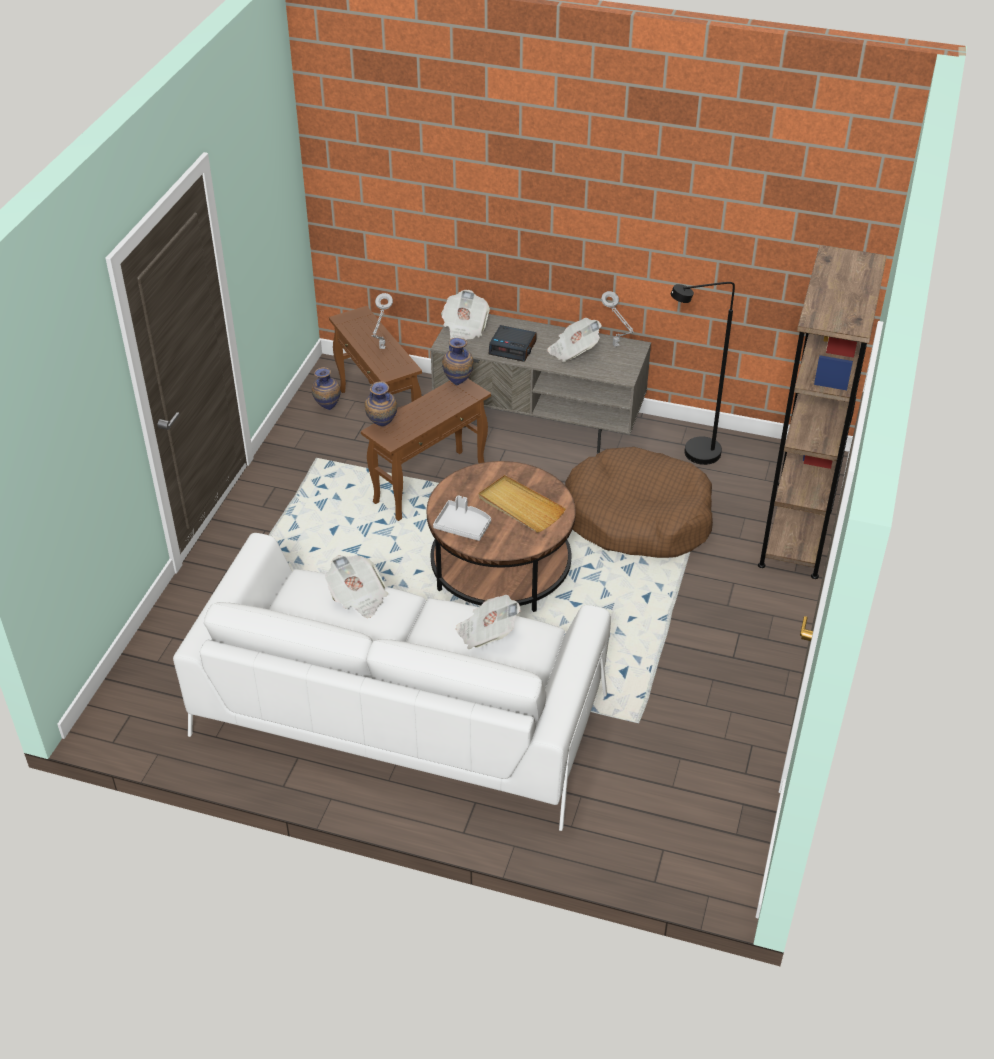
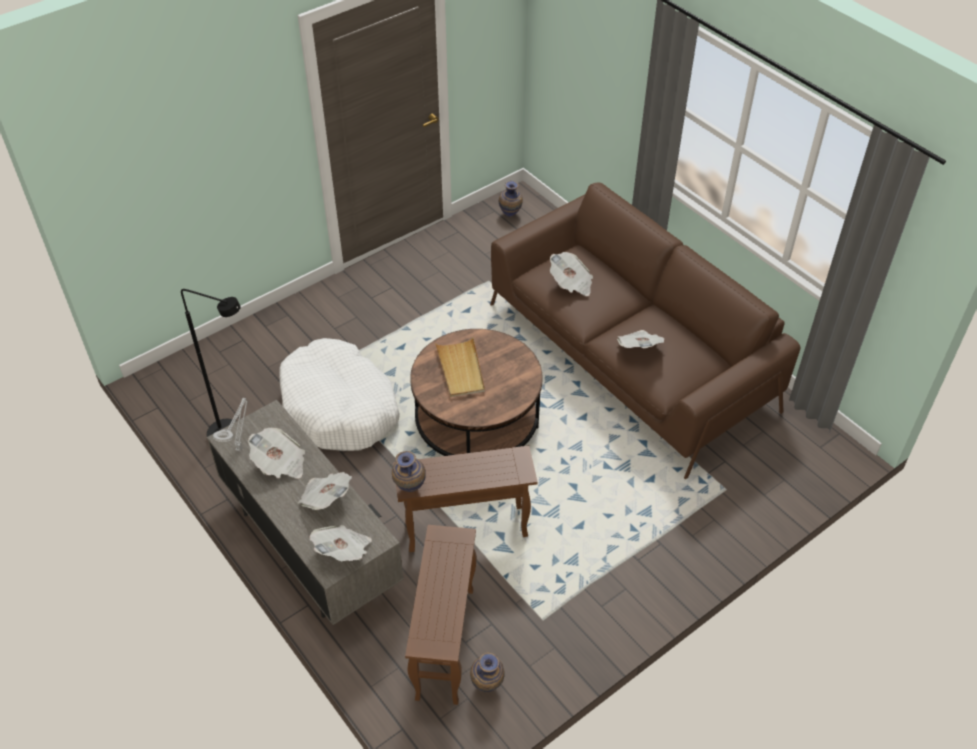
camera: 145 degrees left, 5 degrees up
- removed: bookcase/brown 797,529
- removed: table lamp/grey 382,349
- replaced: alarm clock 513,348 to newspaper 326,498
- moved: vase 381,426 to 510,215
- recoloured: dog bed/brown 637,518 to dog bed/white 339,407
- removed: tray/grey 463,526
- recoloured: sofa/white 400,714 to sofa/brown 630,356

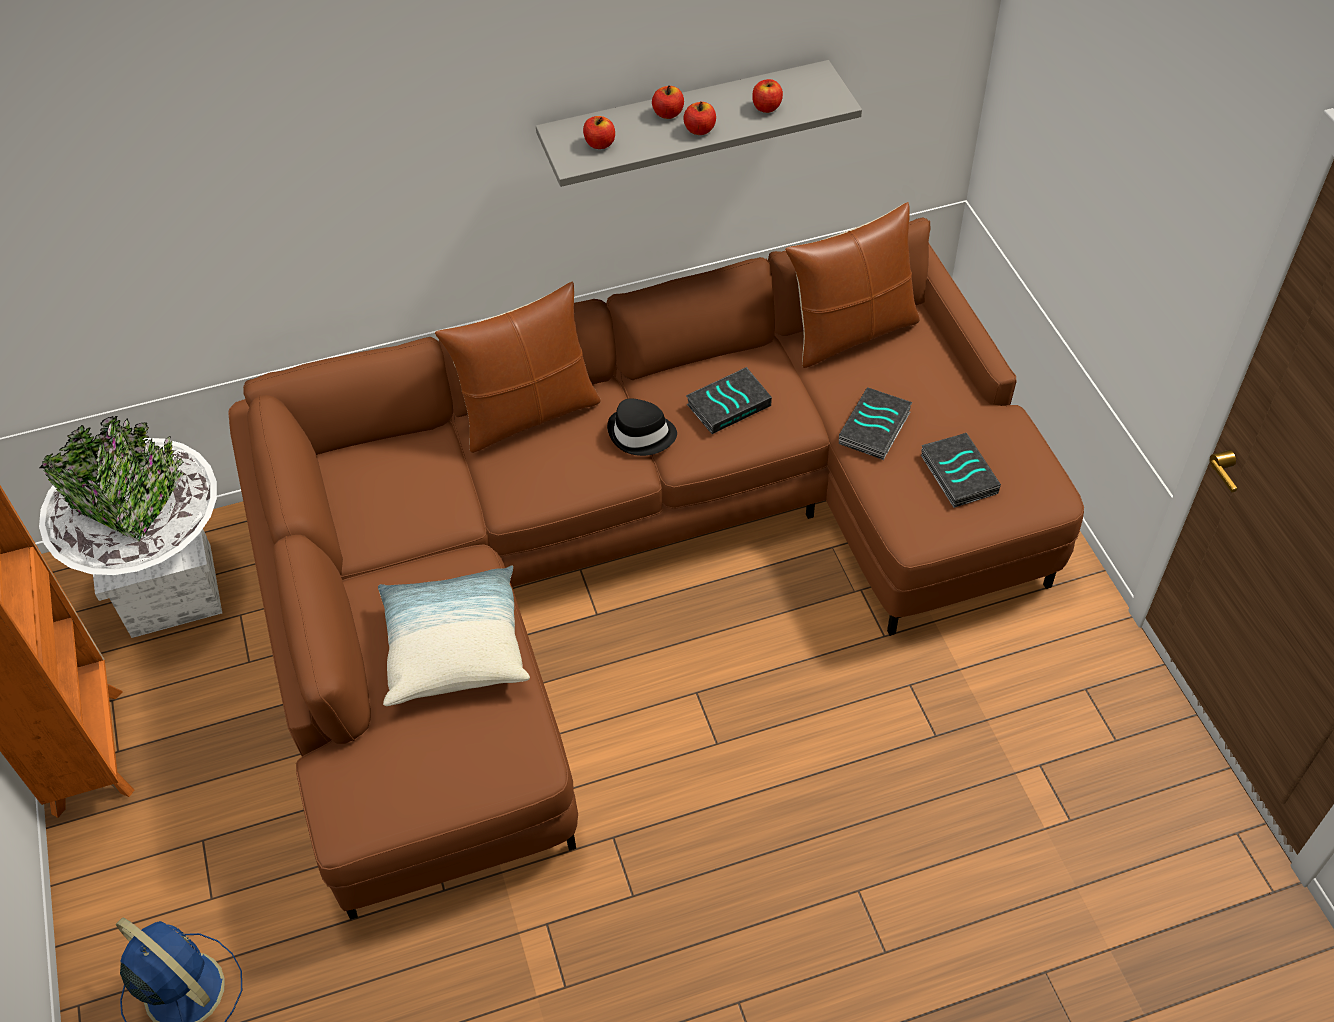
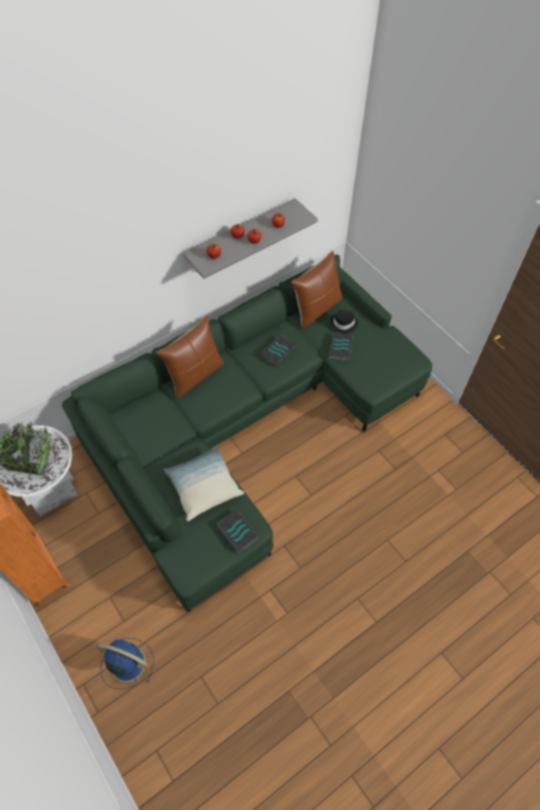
camera: 20 degrees left, 5 degrees up
- recoloured: sofa/brown 628,556 to sofa/green 246,424
- moved: hat/black 641,434 to 344,324
- moved: book 957,474 to 236,532

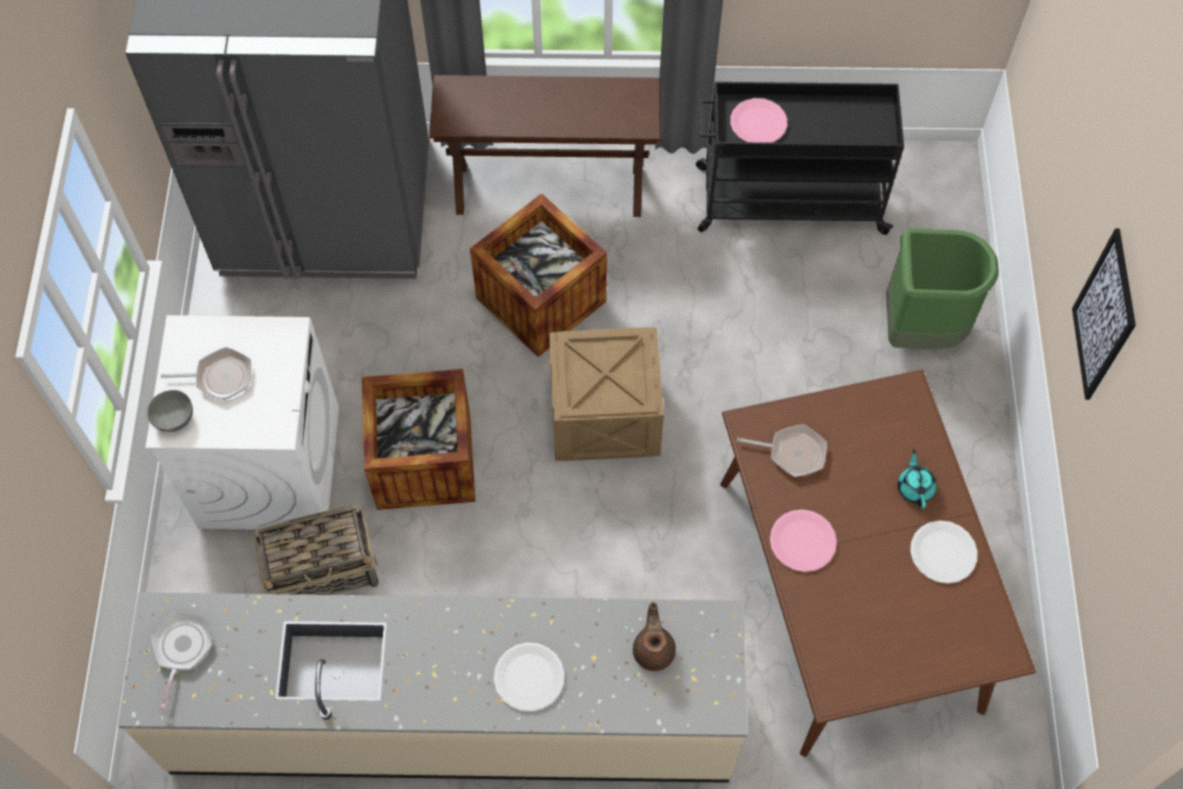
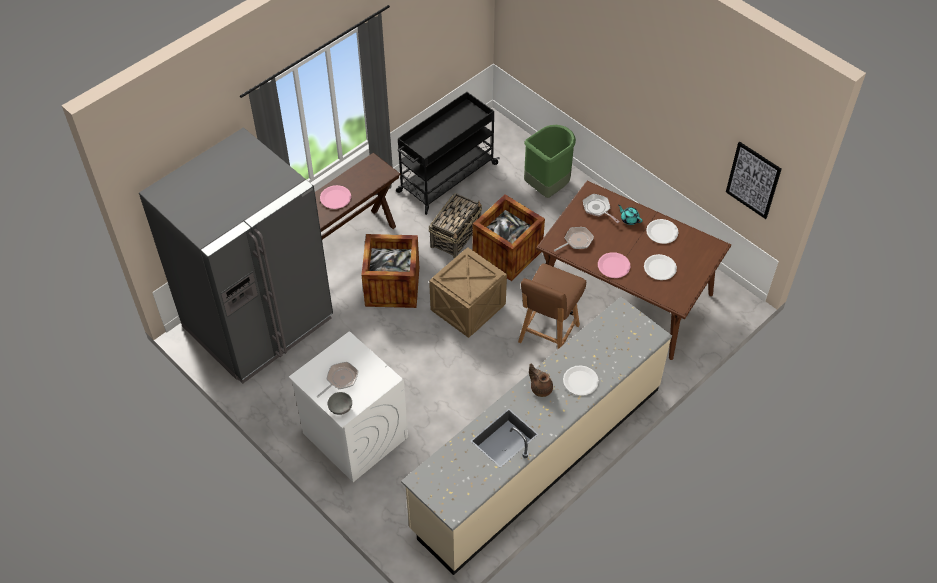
camera: 45 degrees left, 10 degrees down
- moved: plate/pink 758,123 to 335,198
- moved: picture 1104,316 to 753,180
- moved: crate 424,461 to 507,253
- moved: basket 324,570 to 456,235
- moved: teapot/brown 654,649 to 540,388
- moved: frying pan 181,650 to 598,209
- added: plate/white 660,268
- added: chair/brown 548,335

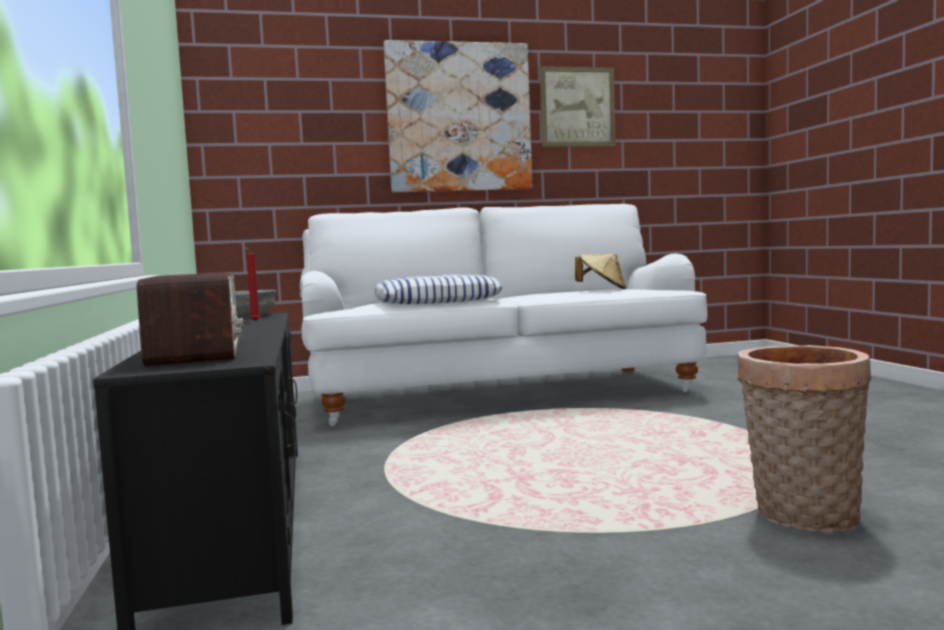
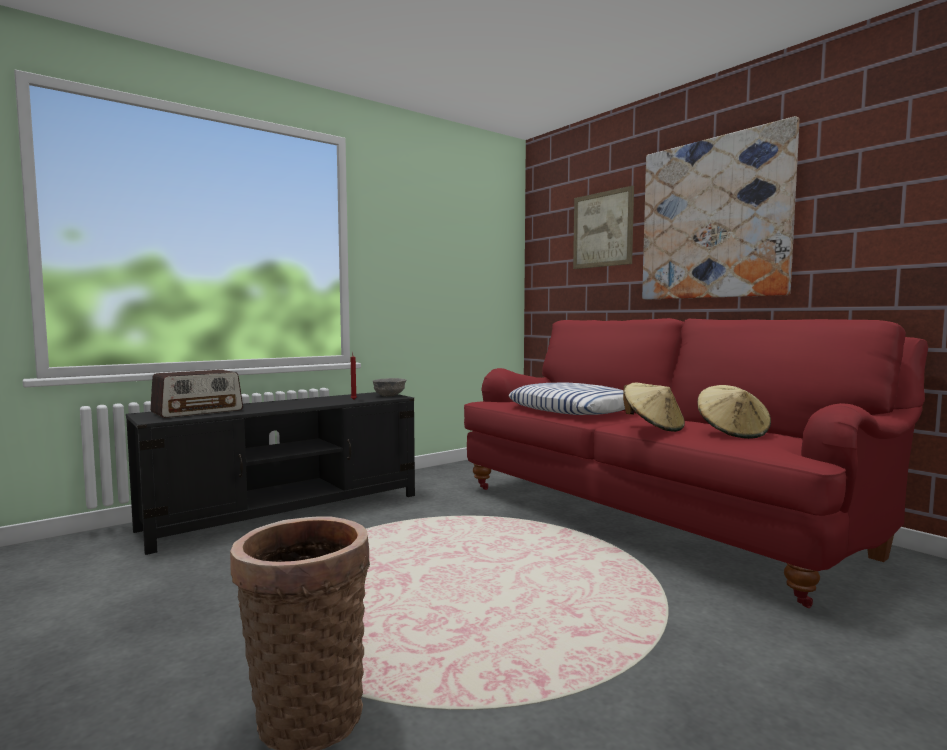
camera: 65 degrees right, 0 degrees up
- moved: picture 577,107 to 602,229
- recoloured: sofa/white 498,393 to sofa/red 653,516
- added: hat/beige 653,427

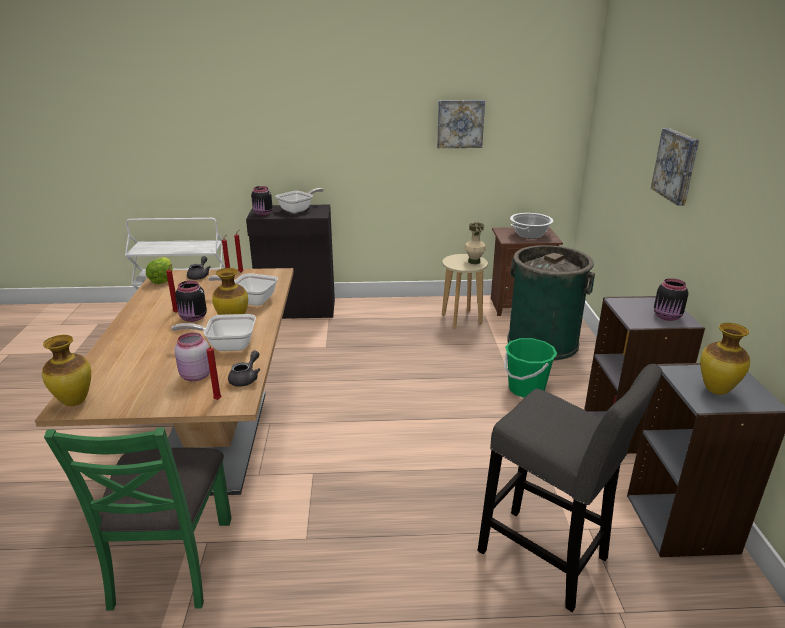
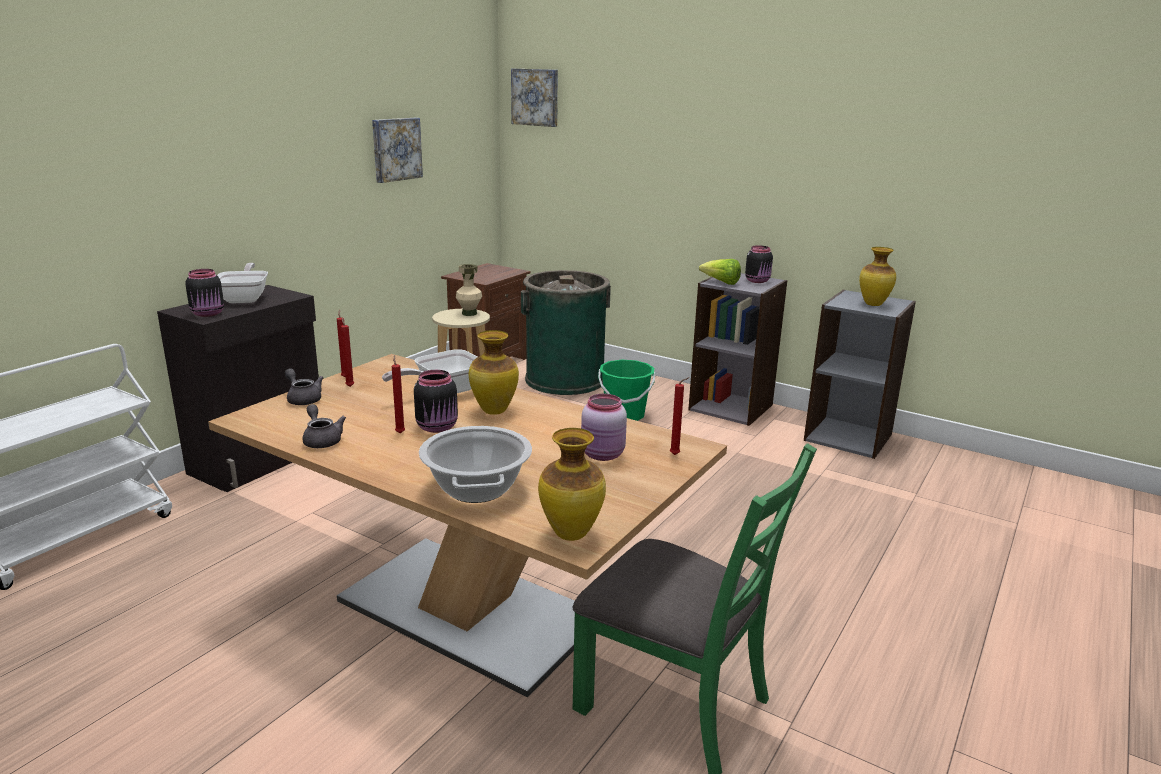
camera: 55 degrees left, 5 degrees down
- moved: picture 677,166 to 536,97
- moved: cooking pot 529,235 to 477,488
- moved: lettuce 162,279 to 721,283
- removed: frying pan 226,345
- moved: teapot/grey 246,378 to 322,440
- removed: stool/grey 548,559

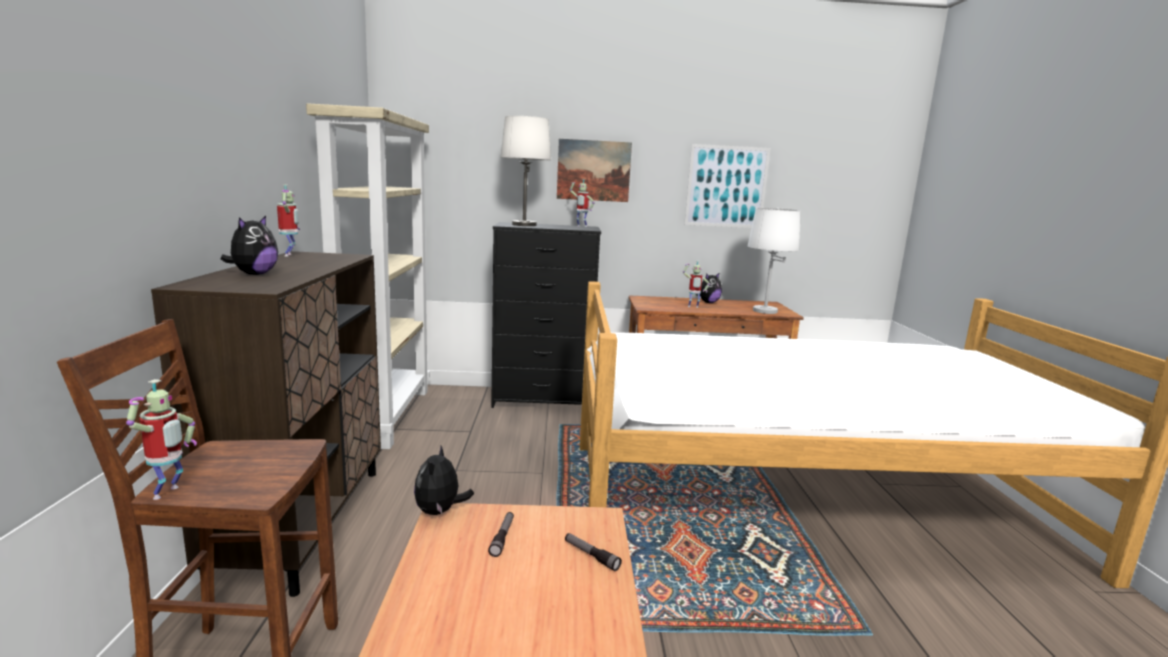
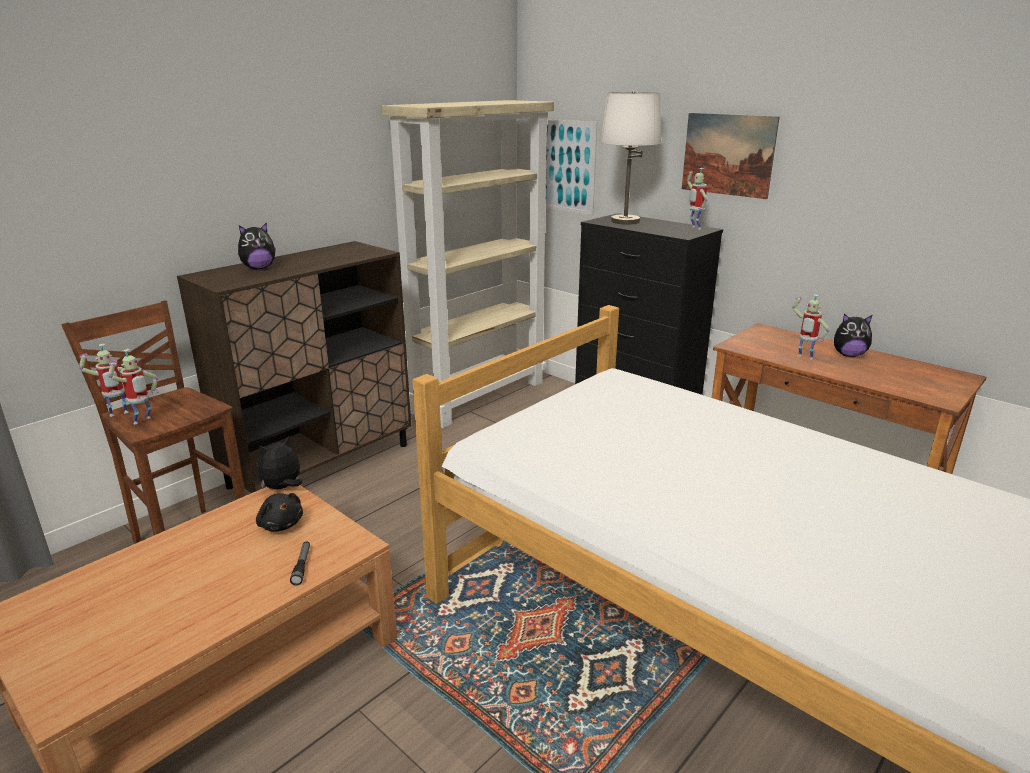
camera: 45 degrees right, 10 degrees up
- moved: picture 726,186 to 560,165
- moved: toy robot 290,255 to 143,421
- removed: table lamp/white 764,311
- replaced: flashlight 502,538 to plush toy/black 281,524

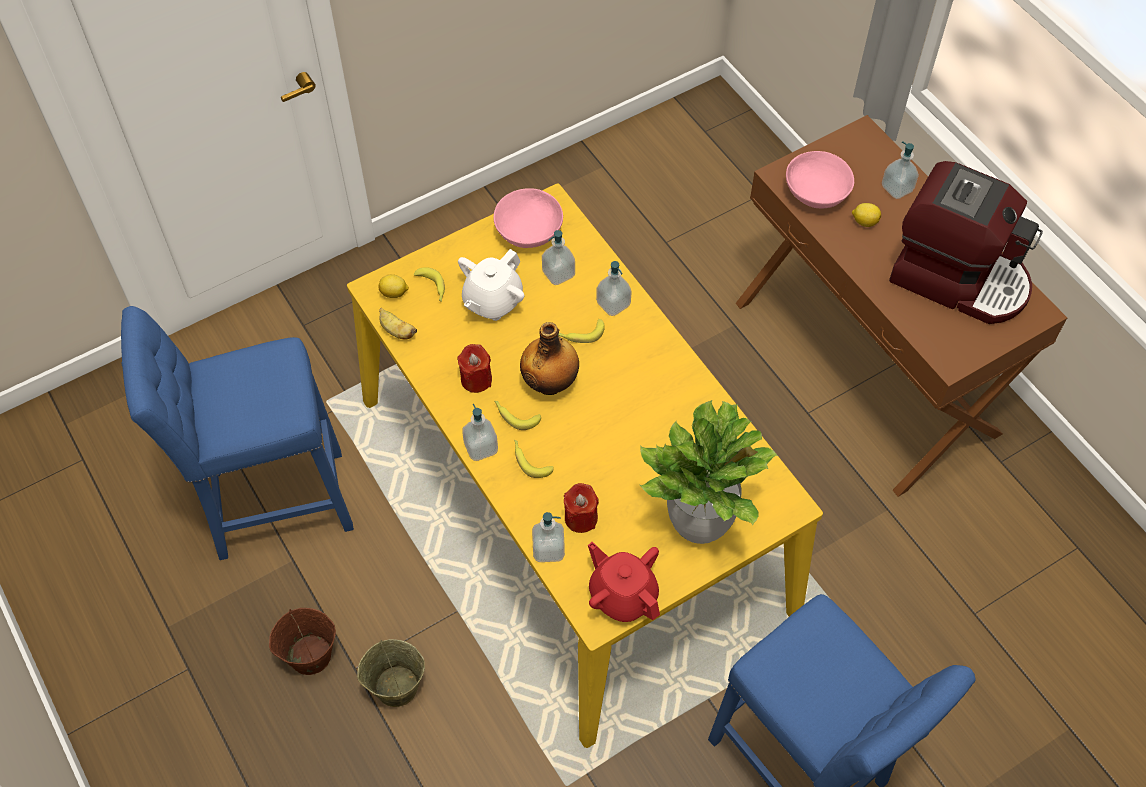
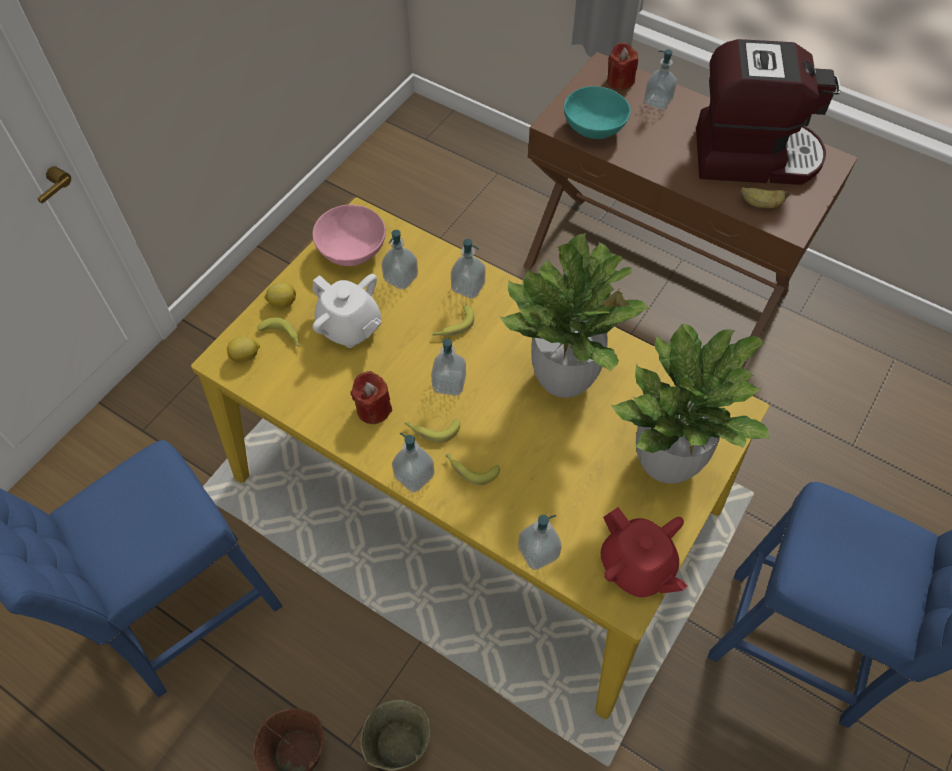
camera: 25 degrees left, 0 degrees up
- recoloured: bowl/pink 816,194 to bowl/turquoise 594,128
- moved: lemon 864,221 to 282,302
- turned: teapot/white 492,301 = 350,327 60 degrees counterclockwise
- moved: banana 396,331 to 760,204
- replaced: bottle 550,383 to soap dispenser 449,383
- moved: candle/red 581,518 to 620,81
- turned: teapot/red 623,595 = 636,566 150 degrees counterclockwise
- added: potted plant 564,379

